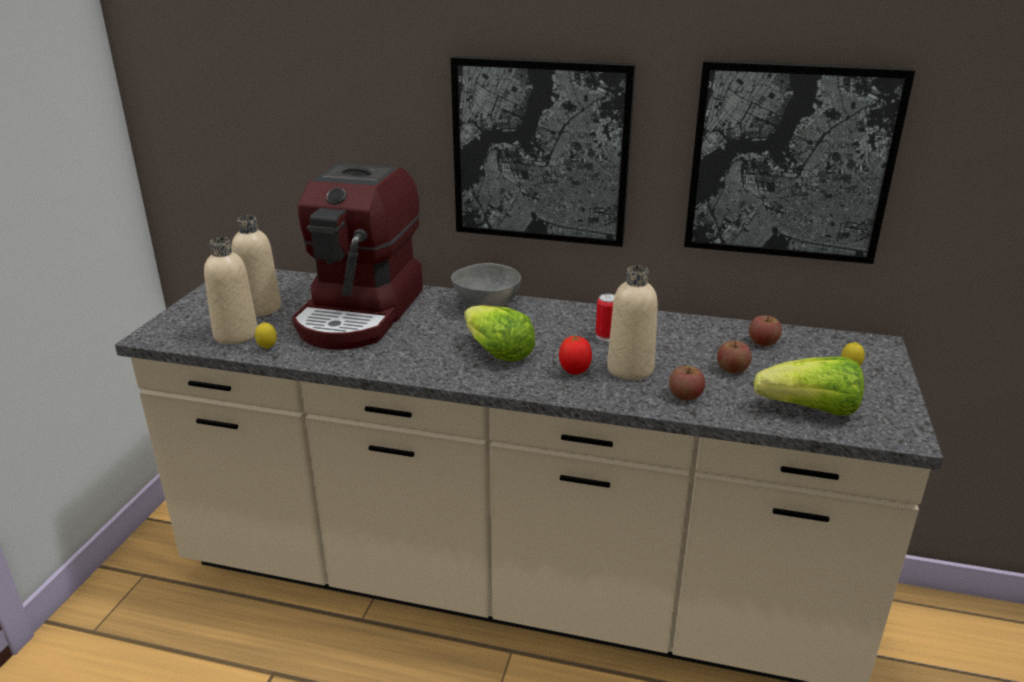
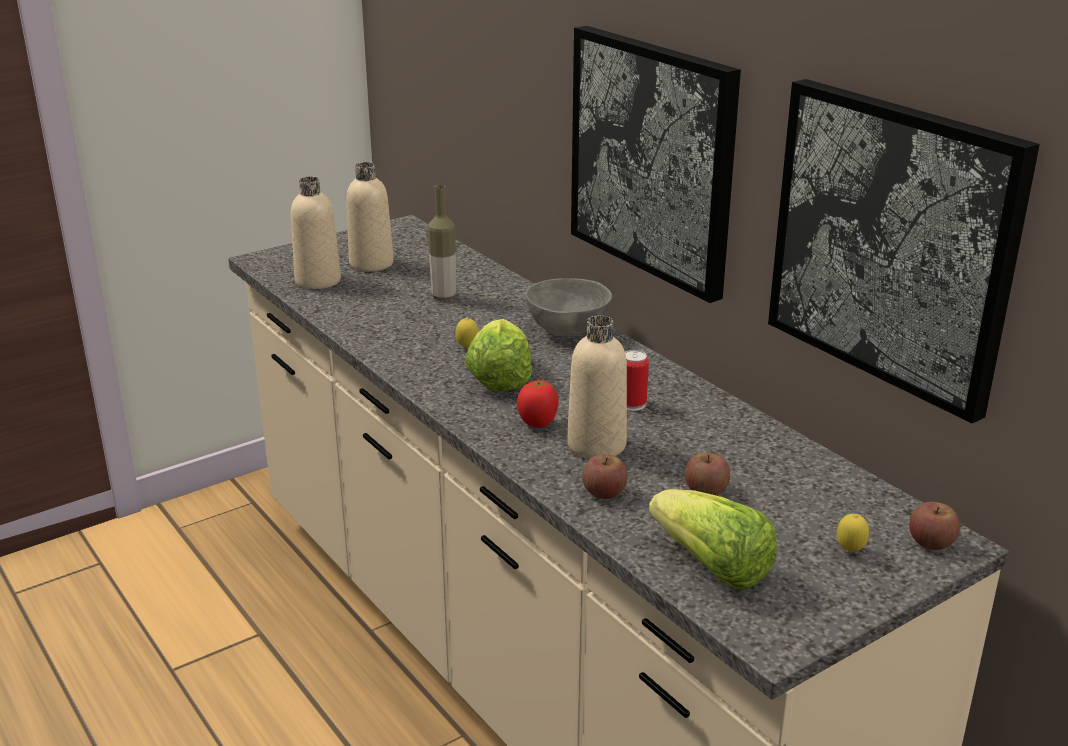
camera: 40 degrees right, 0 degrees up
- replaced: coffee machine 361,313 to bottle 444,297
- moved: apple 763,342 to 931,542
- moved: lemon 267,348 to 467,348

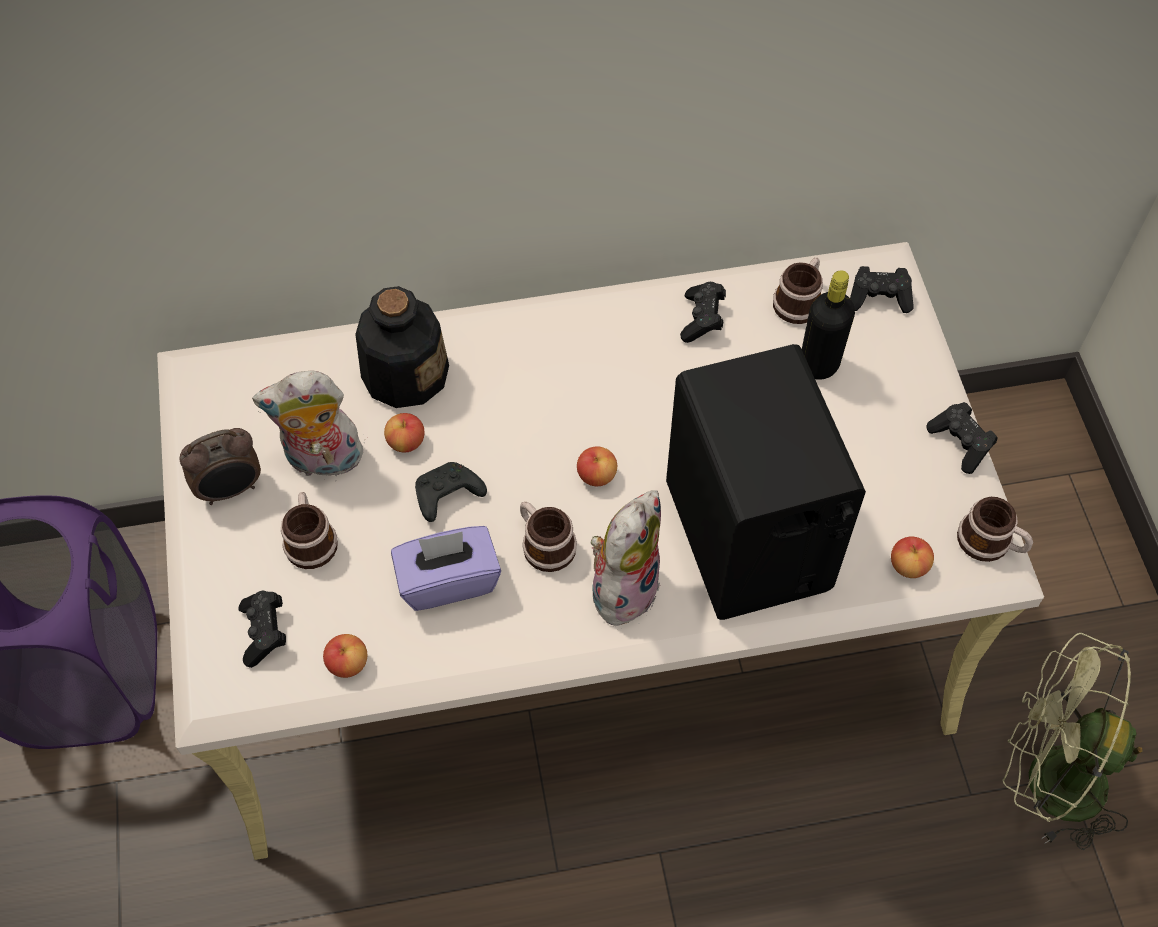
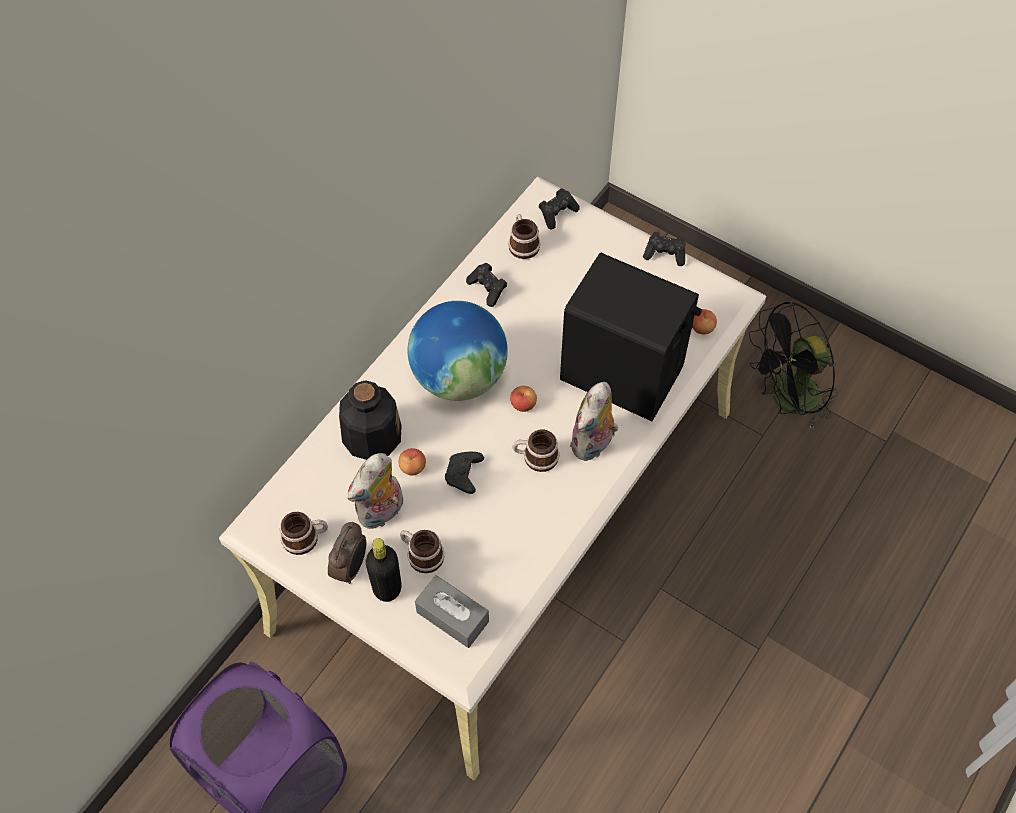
camera: 45 degrees left, 0 degrees up
- moved: bottle/black 819,364 to 387,588
- turned: plush toy 623,586 = 593,444 135 degrees counterclockwise
- moved: mug 990,543 to 305,538
- removed: tissue box/purple 448,580
- replaced: game controller/black 264,633 to tissue box/grey 452,616
- recoloured: fan/green 1047,780 to fan/black 786,400
- removed: apple 348,663
- added: globe 459,376

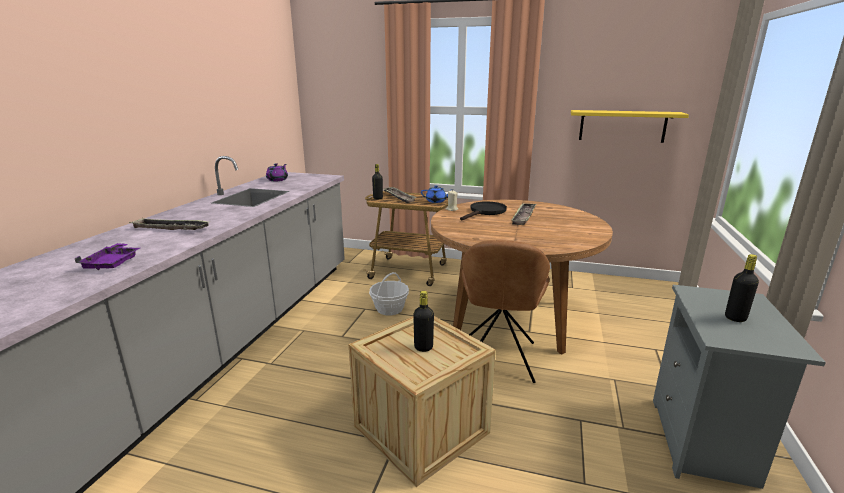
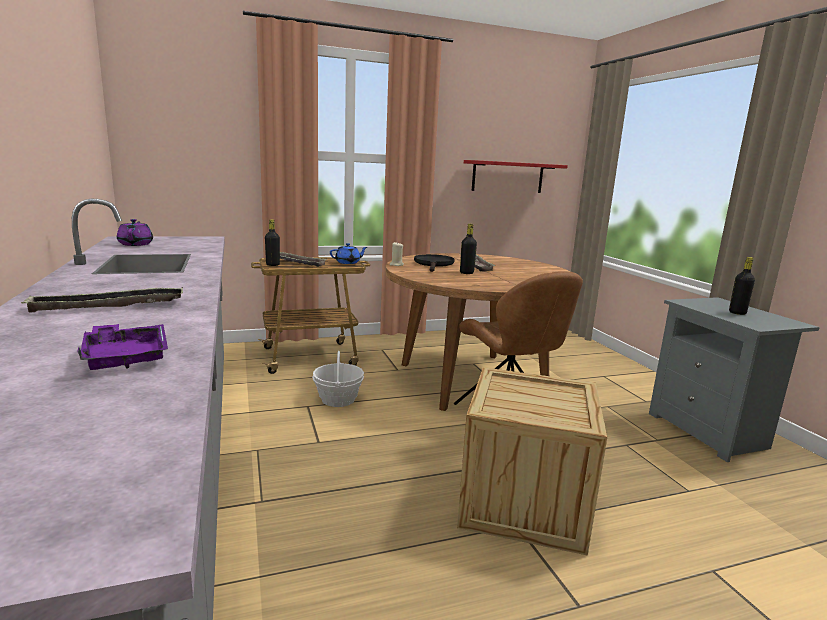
camera: 35 degrees left, 5 degrees down
- recoloured: shelf/yellow 622,126 to shelf/red 507,177
- moved: bottle/black 423,347 to 466,273

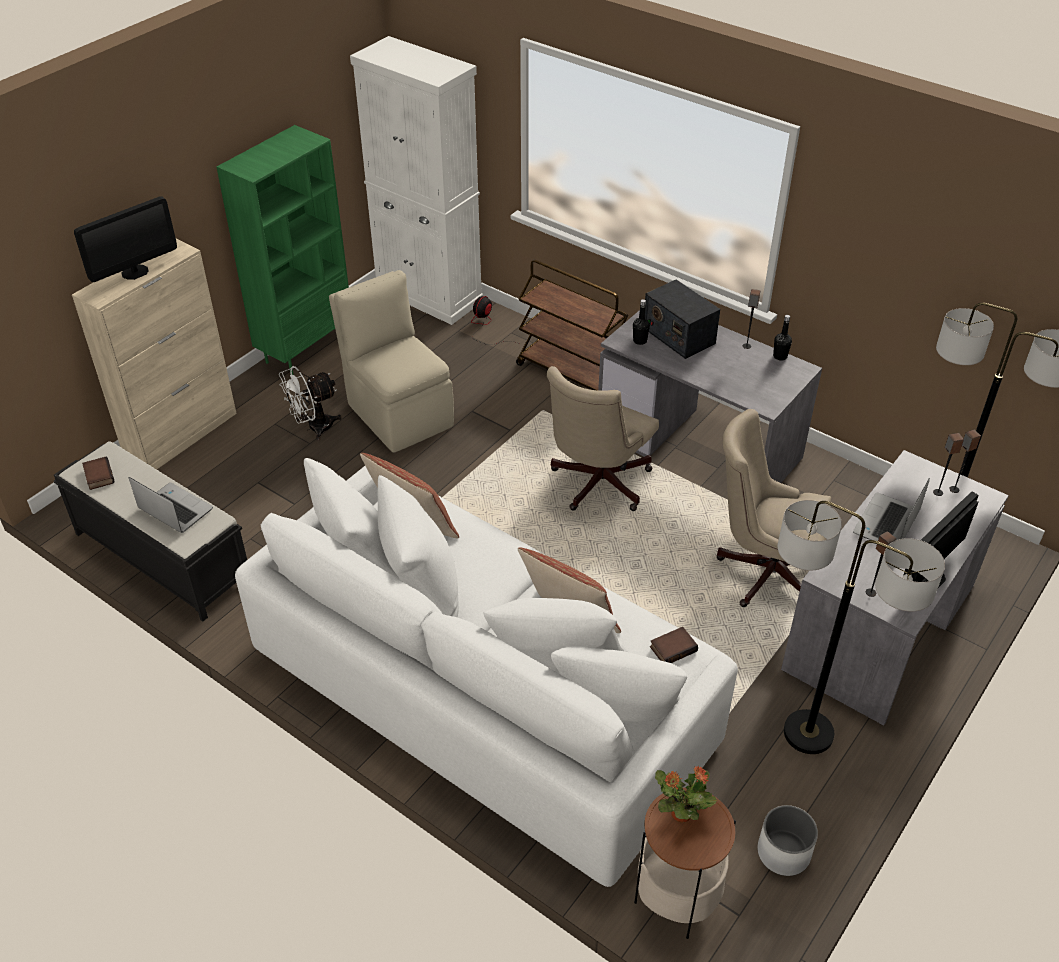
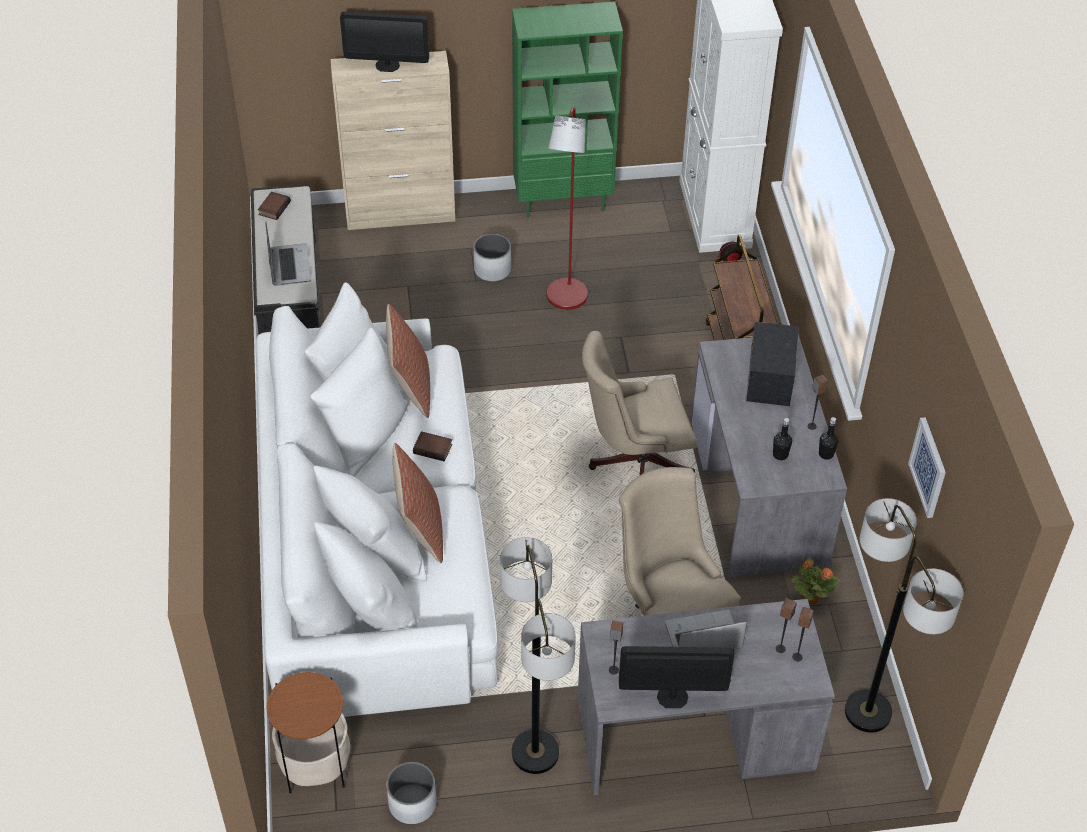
camera: 45 degrees right, 5 degrees up
- replaced: chair/beige 399,413 to floor lamp/red 565,300
- moved: bottle/black 640,341 to 780,455
- replaced: fan/white 314,428 to planter/white 492,270
- moved: book 673,648 to 433,448
- moved: potted plant 680,813 to 810,597
- added: picture 929,467

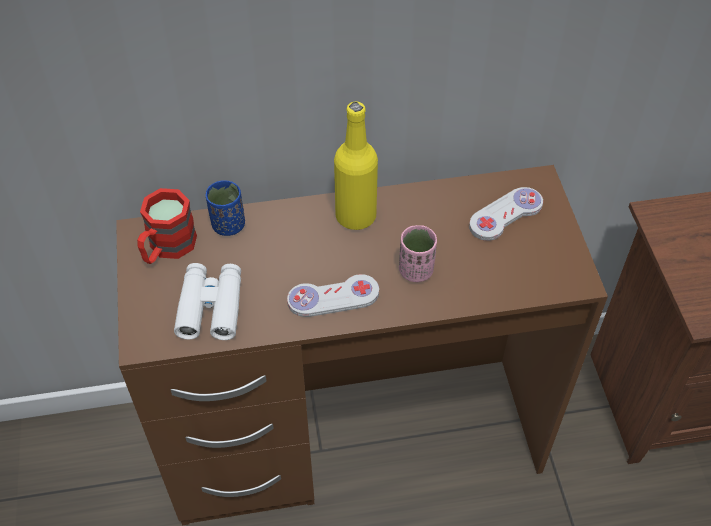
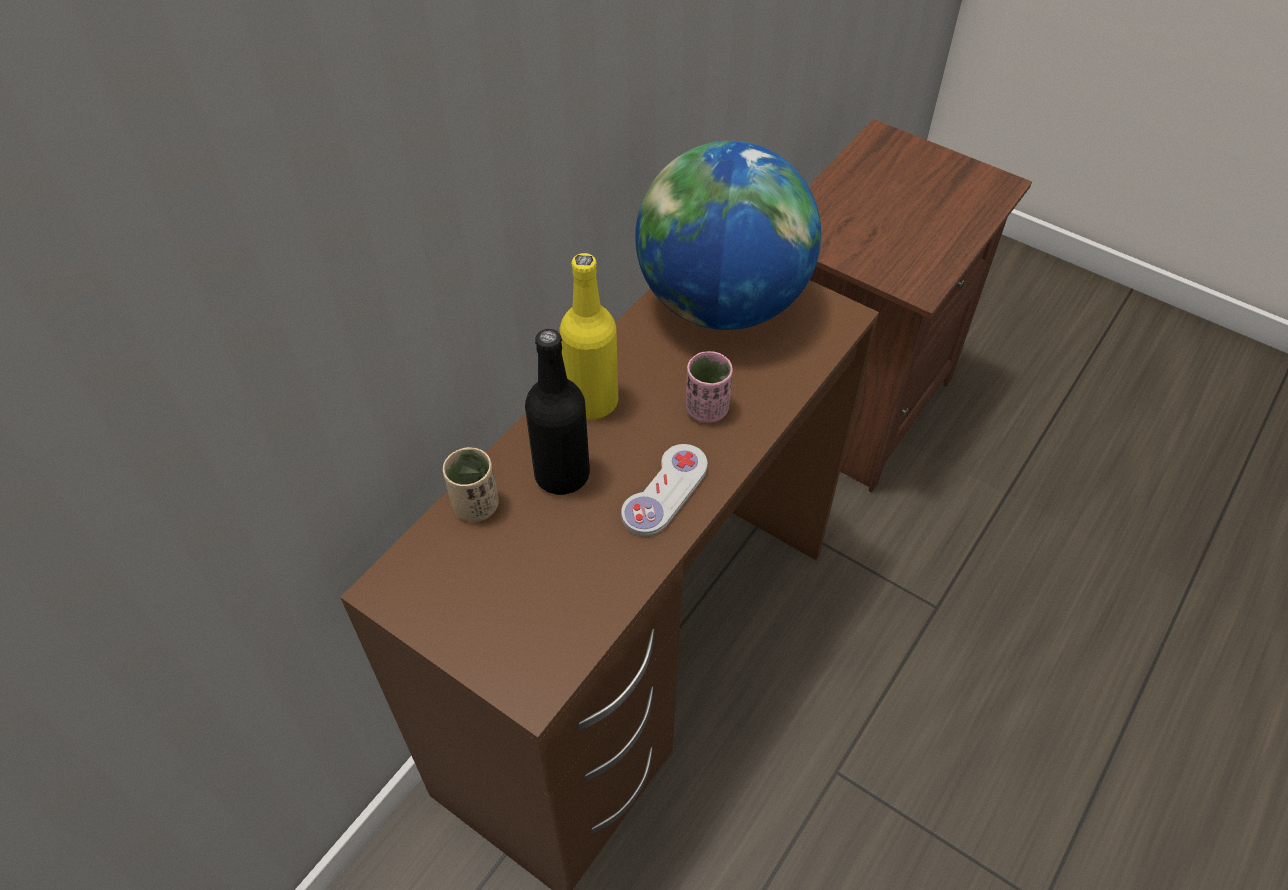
camera: 45 degrees left, 0 degrees up
- recoloured: cup/blue 228,225 to cup/beige 475,505
- replaced: game controller/white 505,215 to globe 721,303
- removed: mug/red 167,248
- removed: binoculars/white 211,307
- added: bottle/black 562,474

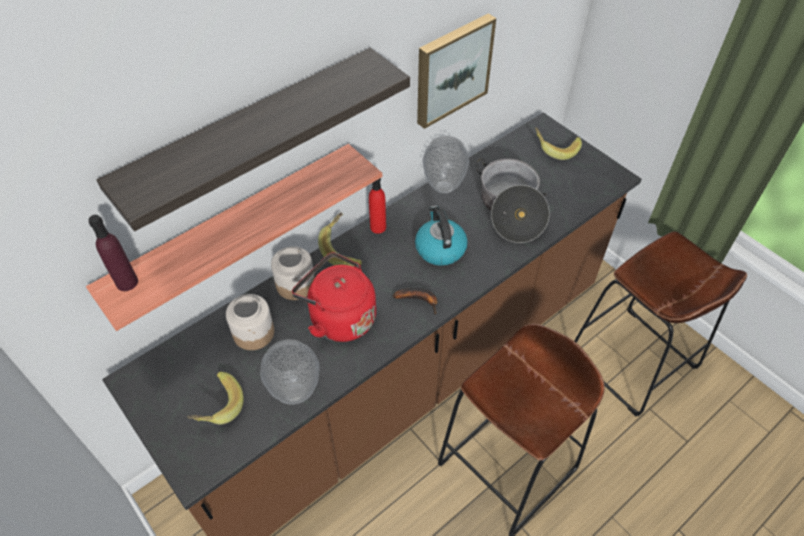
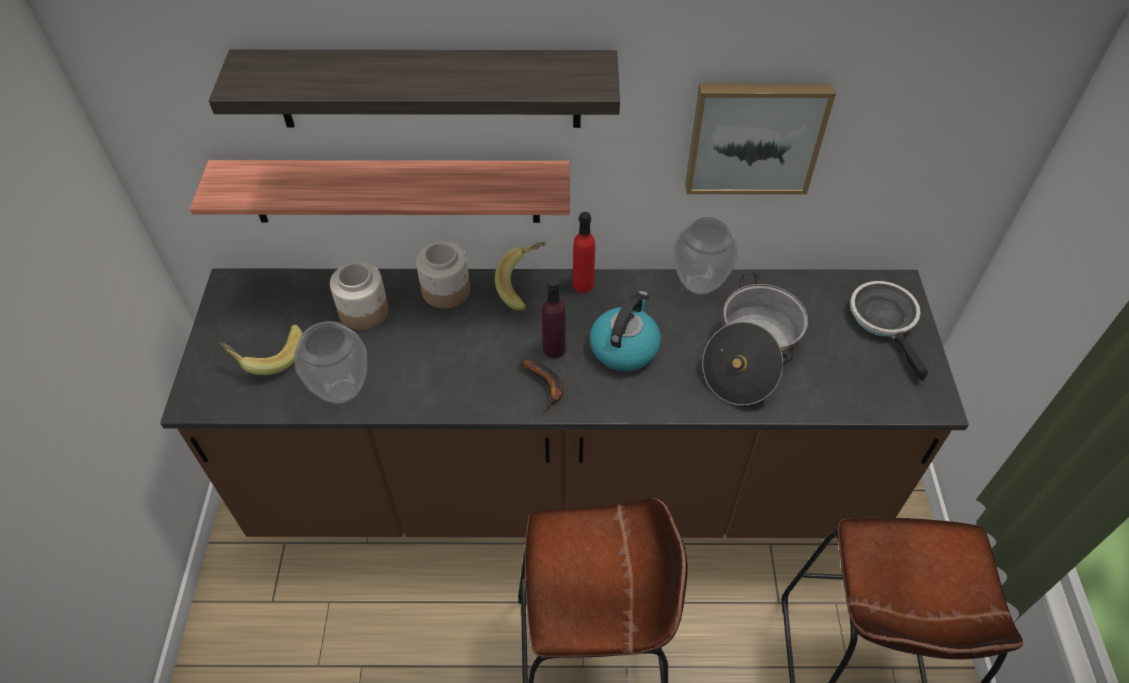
camera: 40 degrees right, 0 degrees up
- replaced: banana 555,149 to frying pan 885,321
- moved: bottle/purple 127,282 to 554,349
- removed: kettle/red 339,317

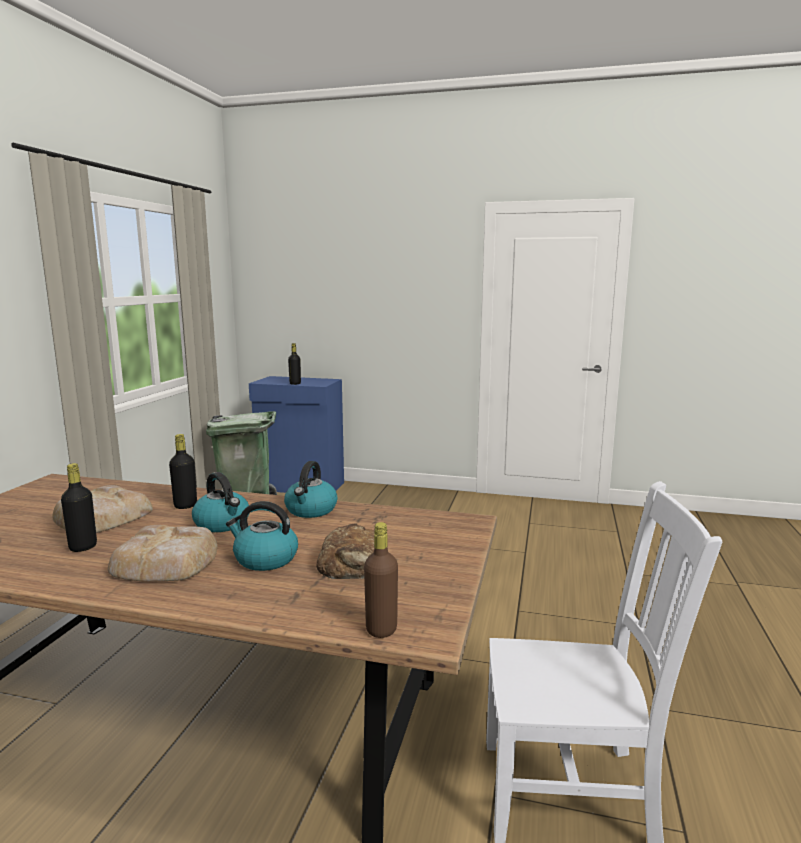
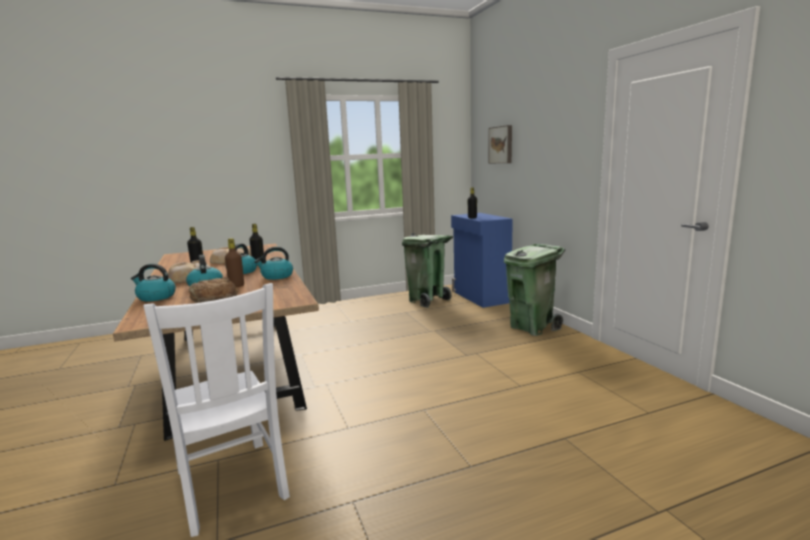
camera: 55 degrees right, 0 degrees up
- moved: bottle/brown 381,629 to 236,286
- added: picture 501,145
- added: trash can/green 532,327
- added: kettle 156,297

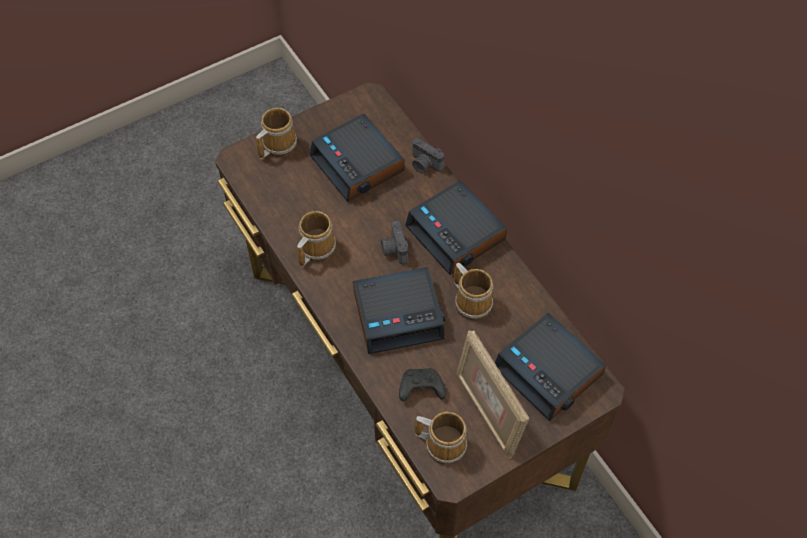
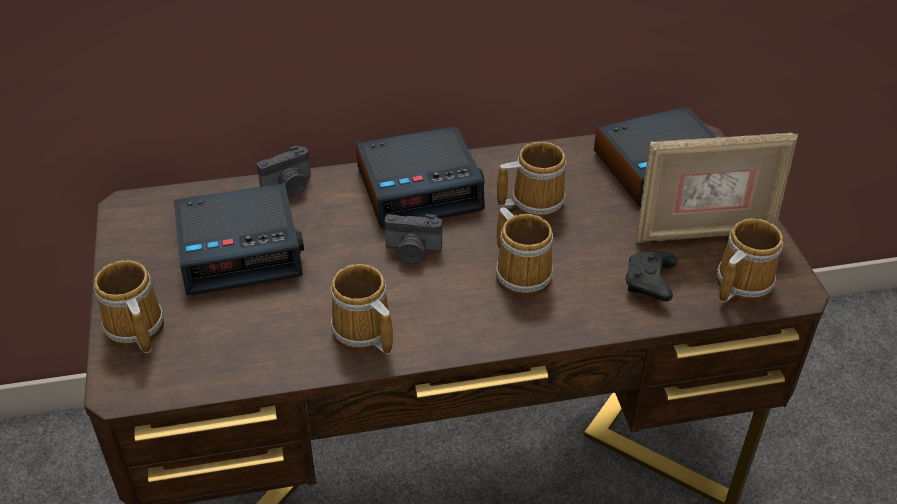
camera: 70 degrees left, 15 degrees down
- replaced: alarm clock 399,314 to mug 522,274

